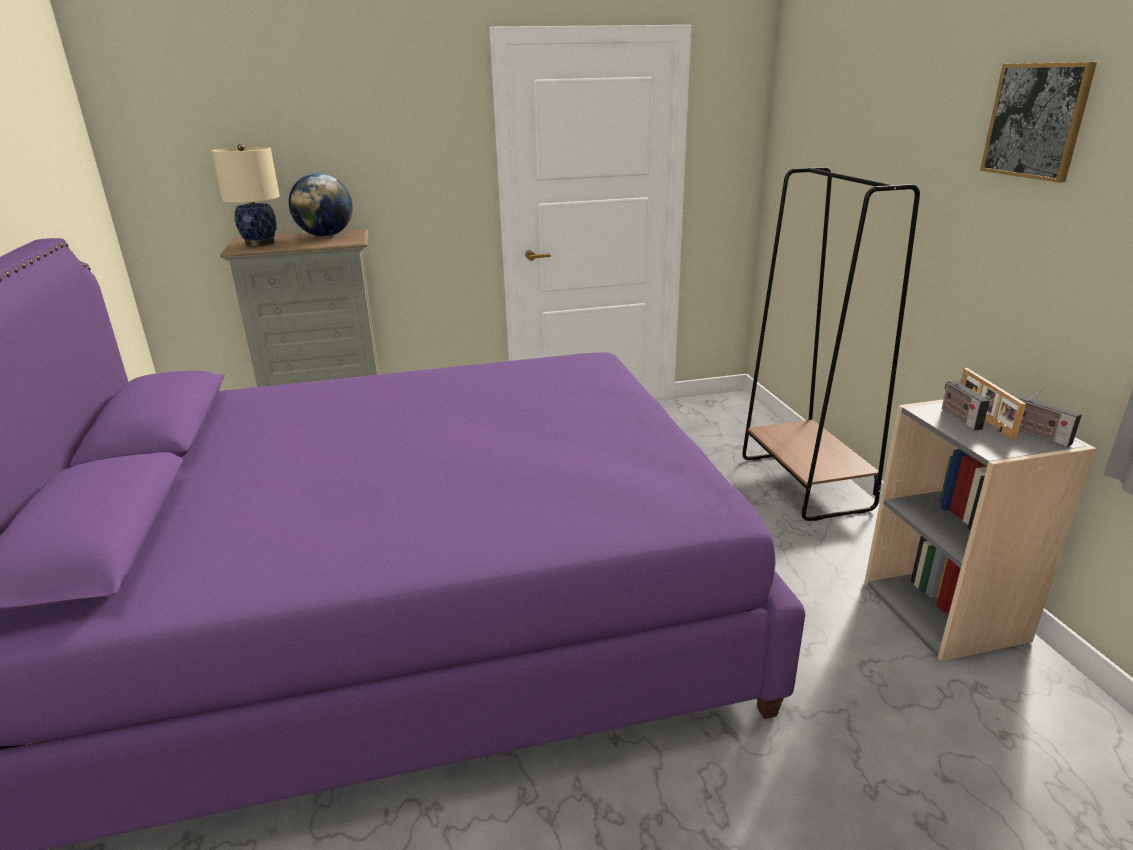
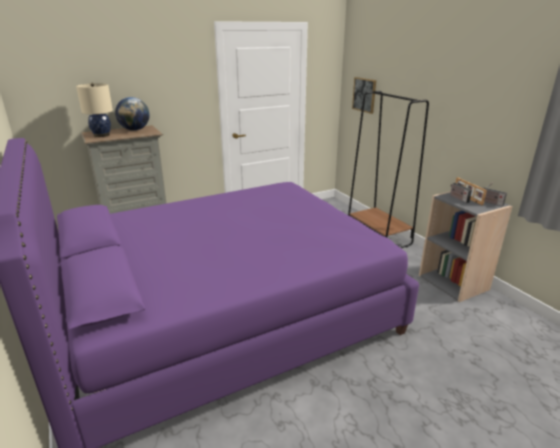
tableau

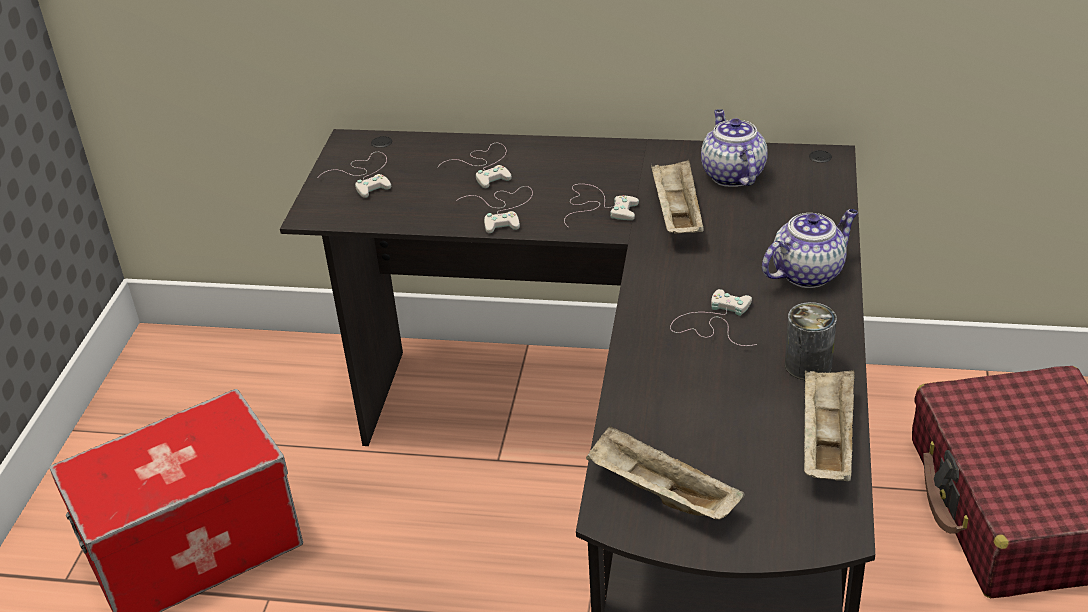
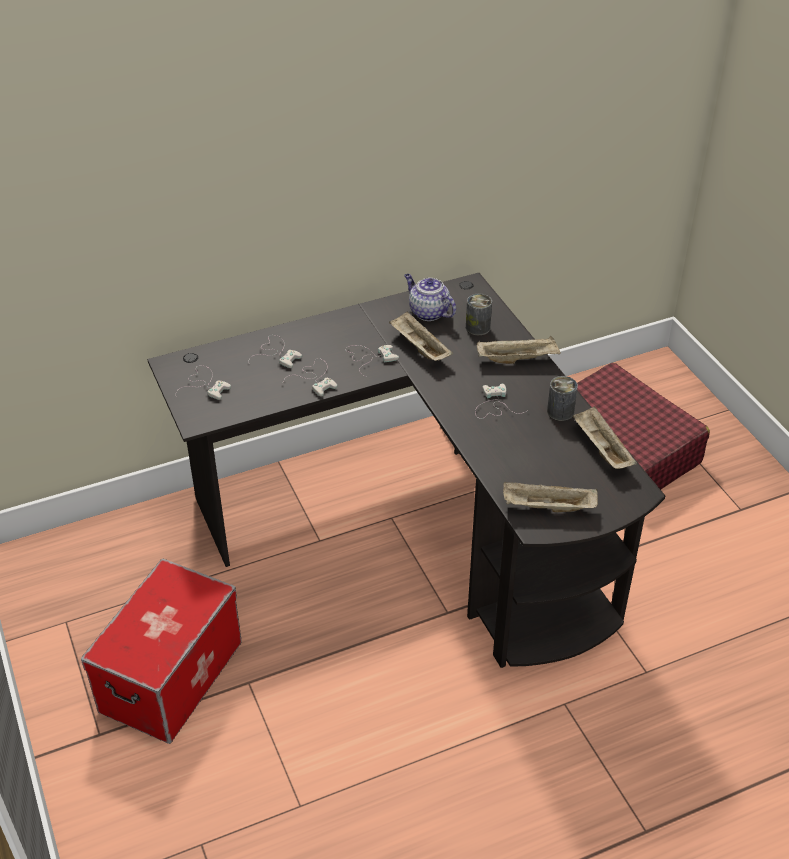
plateau [beige] (no. 2 from left); boîte métallique (no. 1 from left)

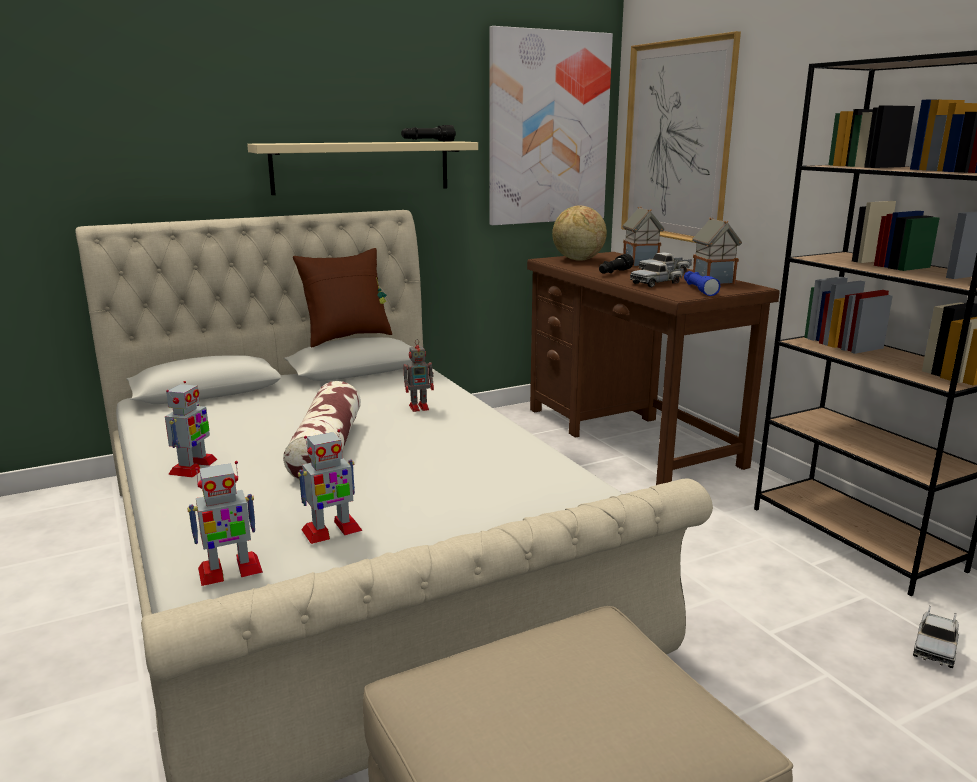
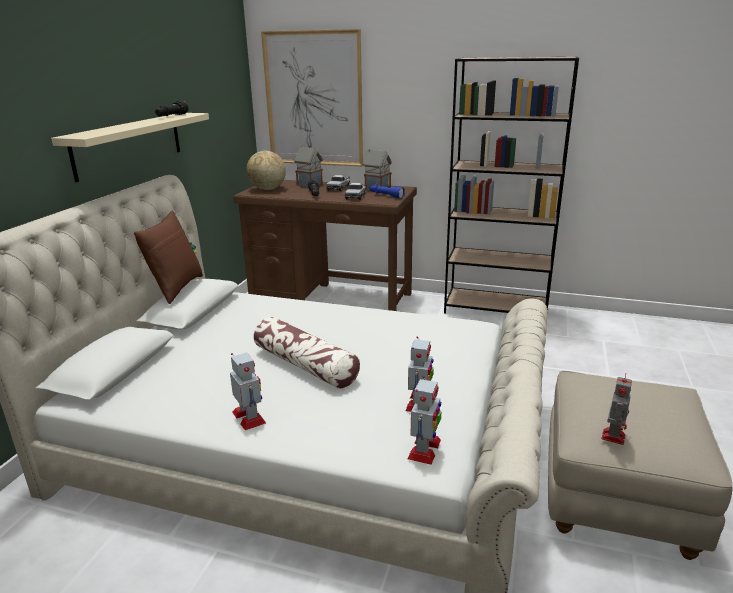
tableau (no. 1 from left in the first image); robot jouet (no. 4 from left); camion jouet (no. 3 from left in the first image)

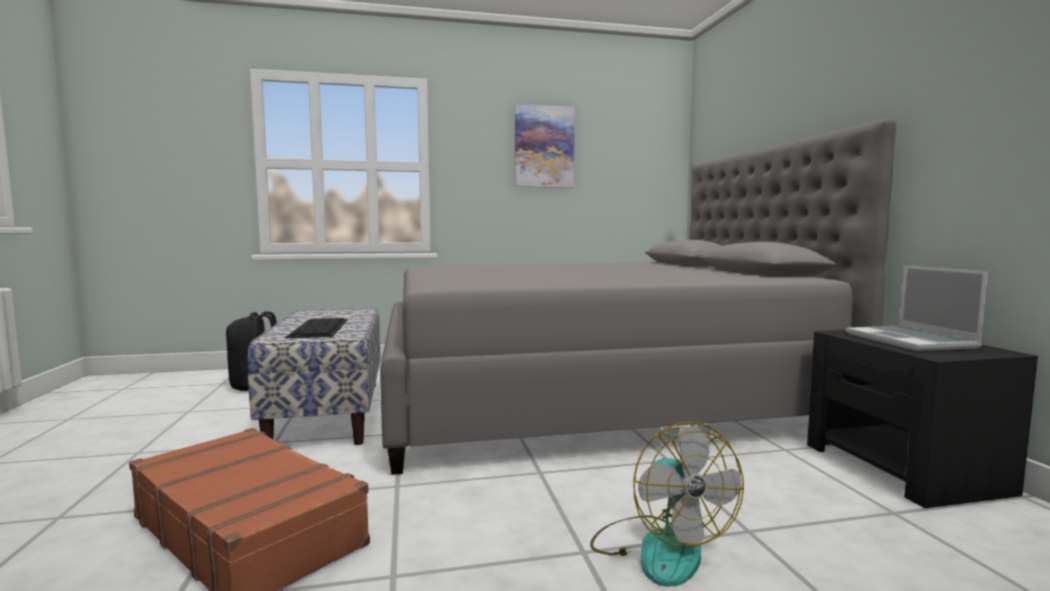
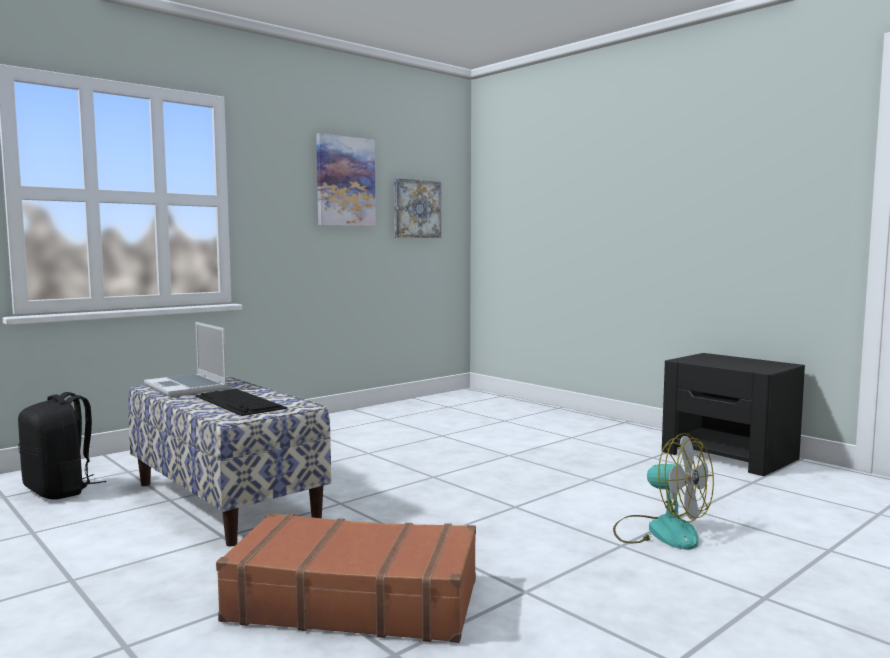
lit [gris]; ordinateur portable; tableau (no. 2 from left)

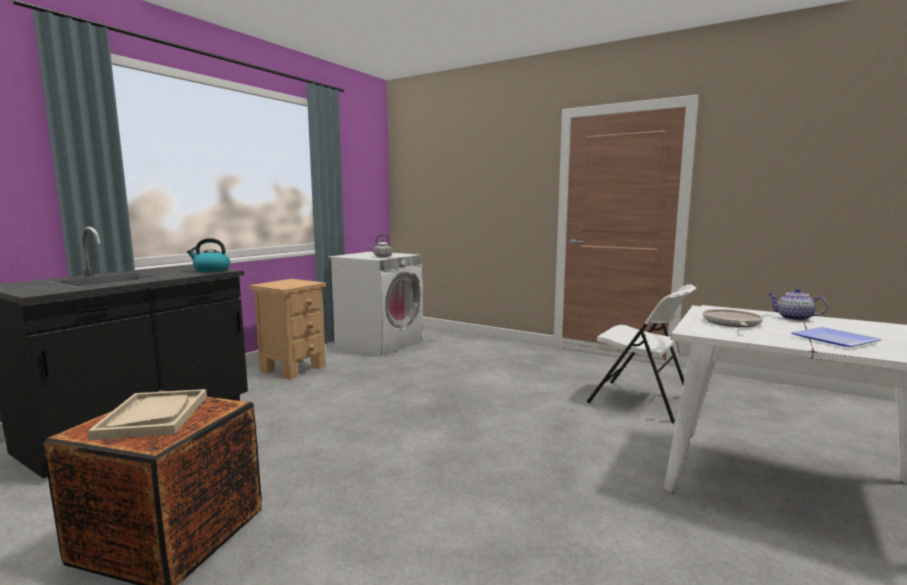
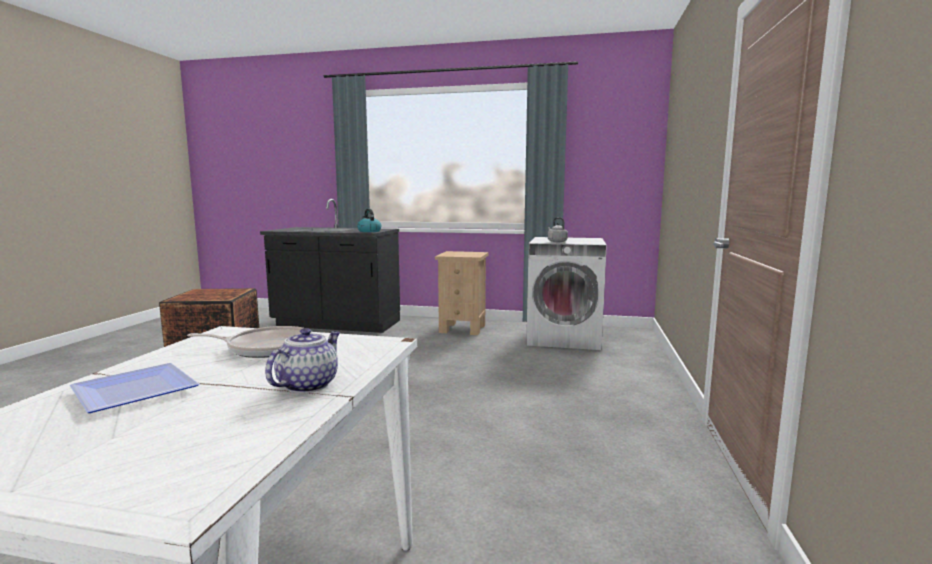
chaise [blanc]; plateau [beige]

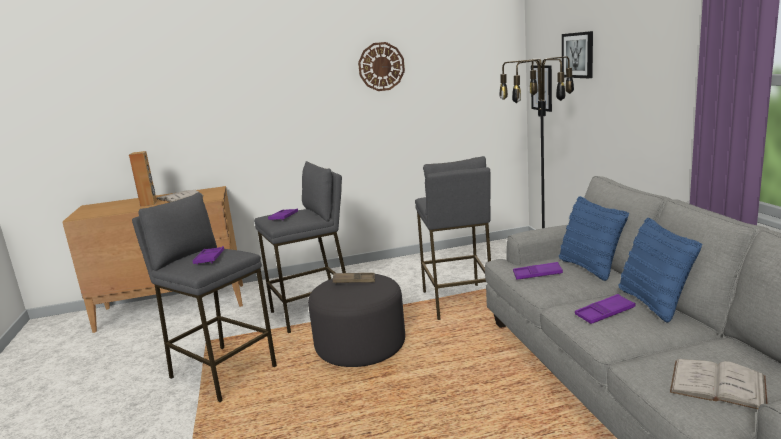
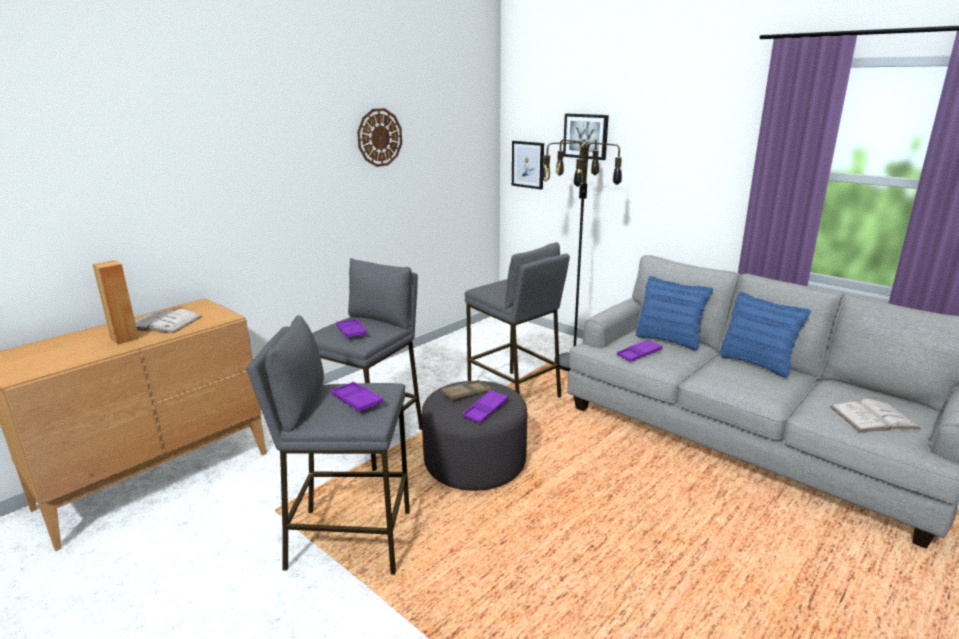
plateau [violet] (no. 3 from left)

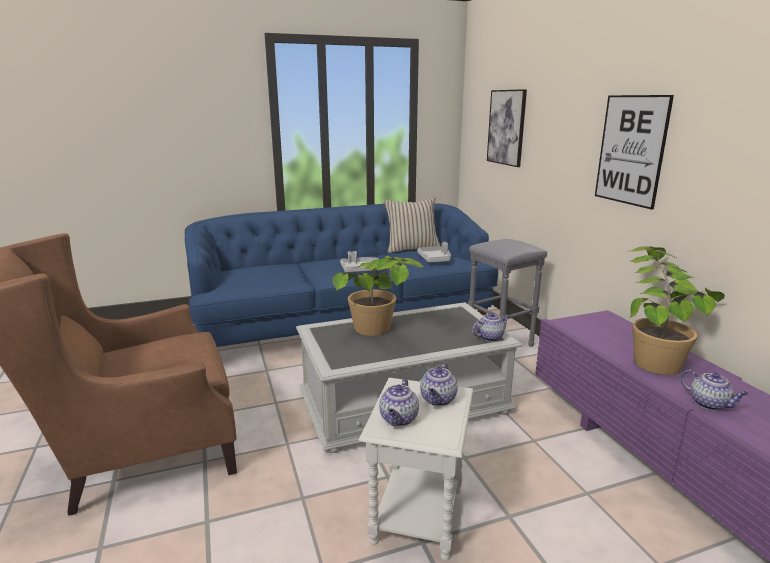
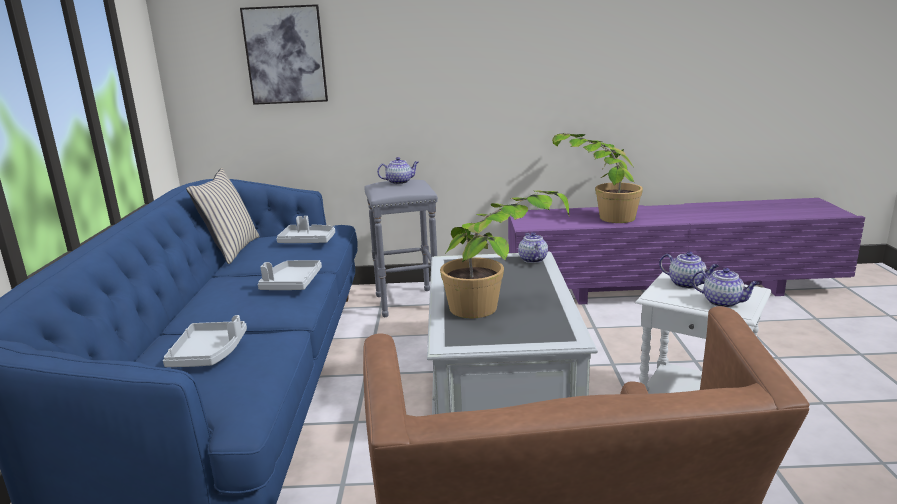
tableau (no. 2 from left in the first image); théière (no. 1 from left); plateau [gris] (no. 1 from left)

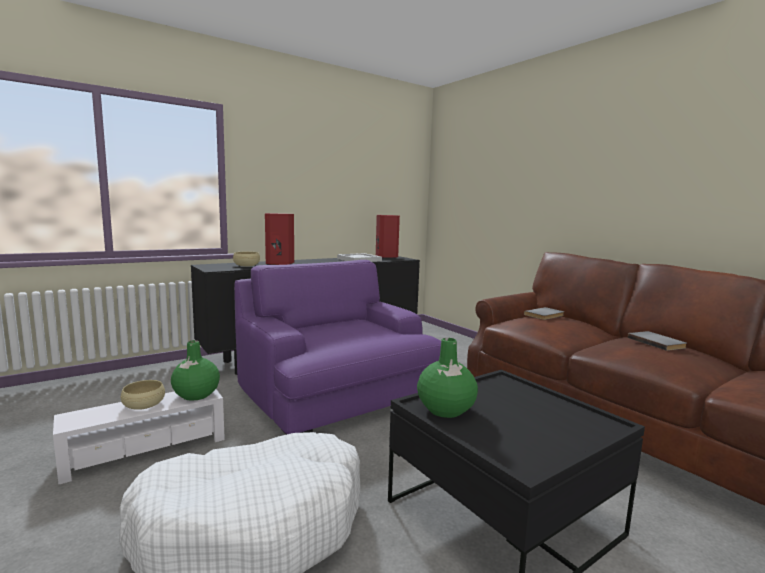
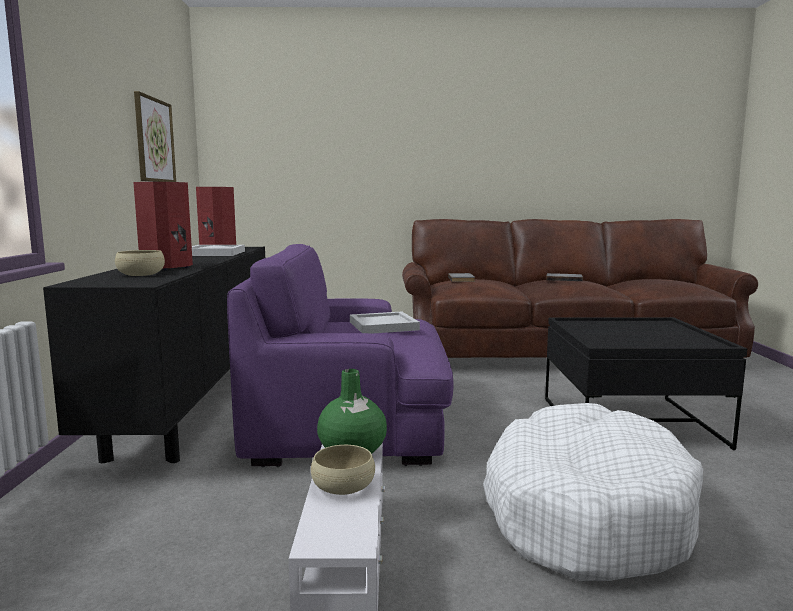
vase [vert] (no. 2 from left in the first image); tableau; plateau [blanc] (no. 2 from left)

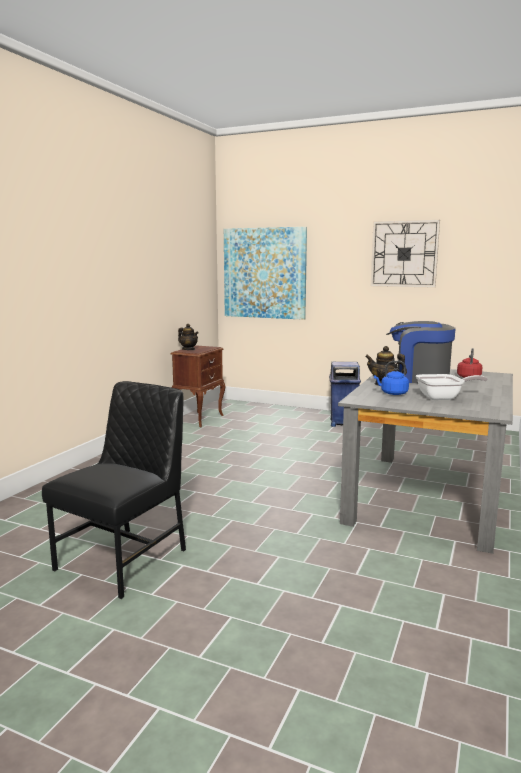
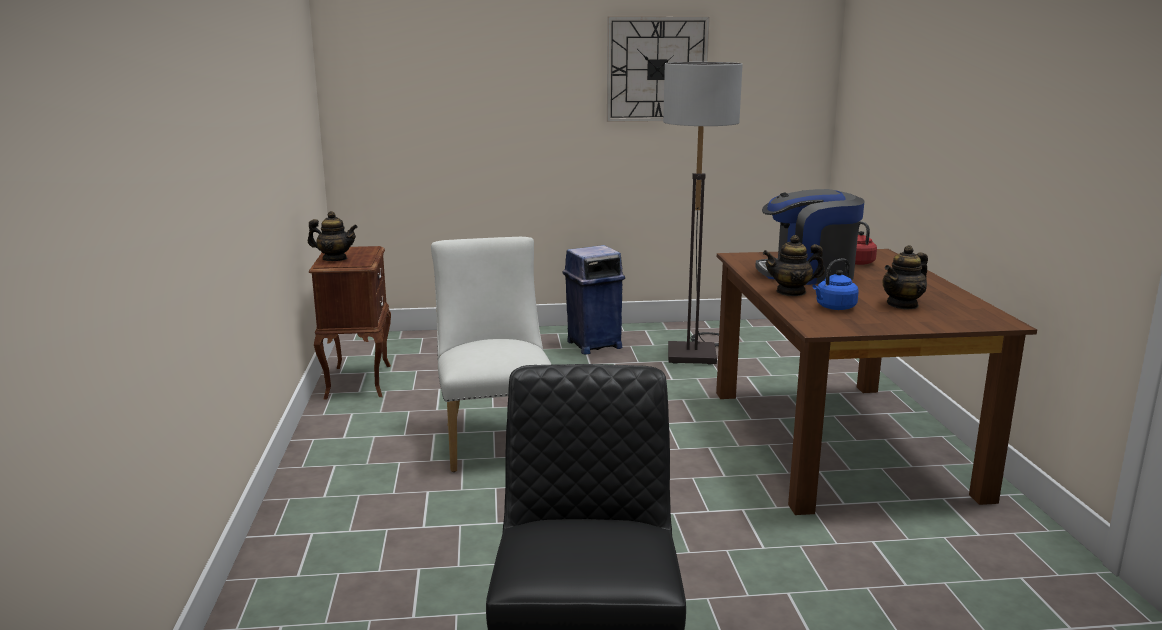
tableau; table à manger [marron]; théière (no. 3 from left); lampadaire; chaise [blanc]

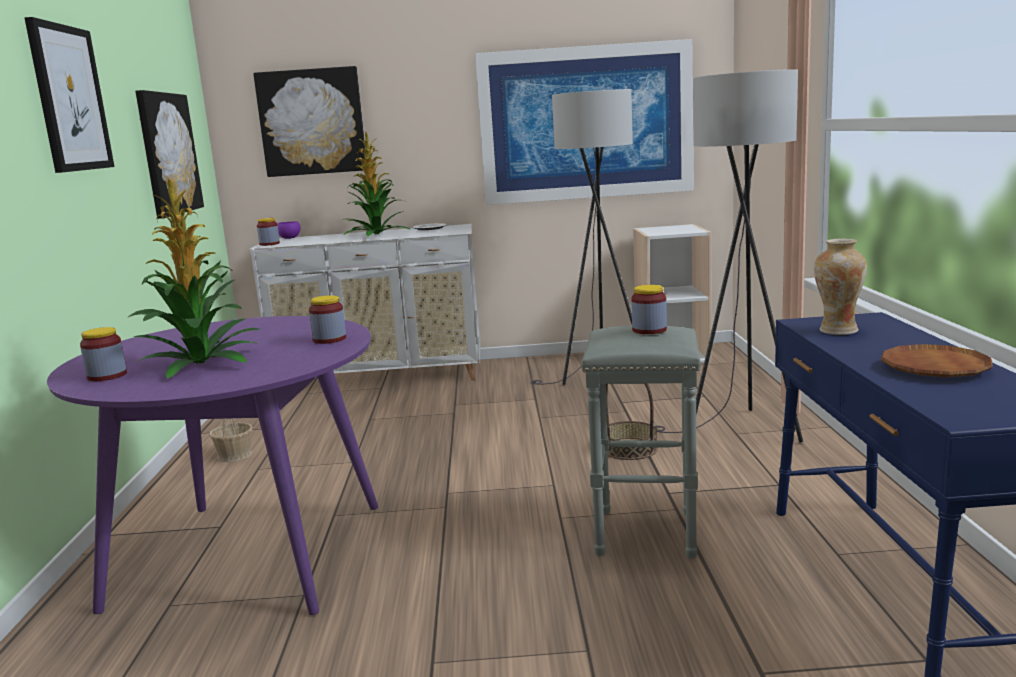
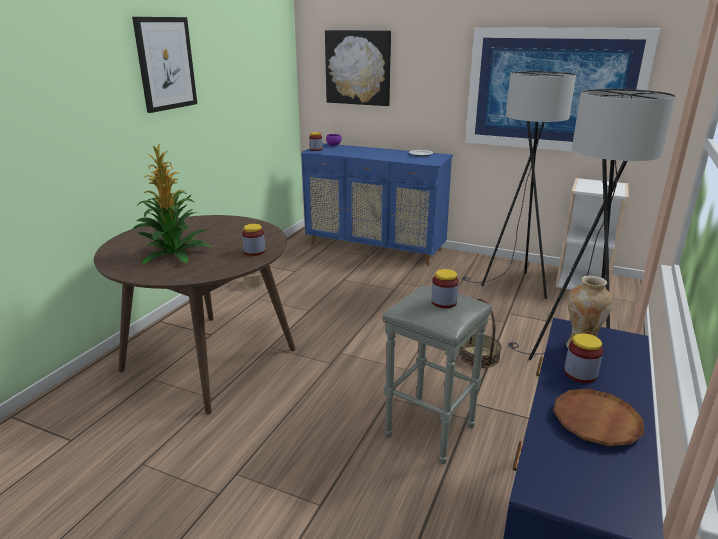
tableau (no. 2 from left in the first image); plante en pot (no. 2 from left in the first image); meuble de rangement [bleu]; table à manger [marron]; bocal (no. 4 from left)

